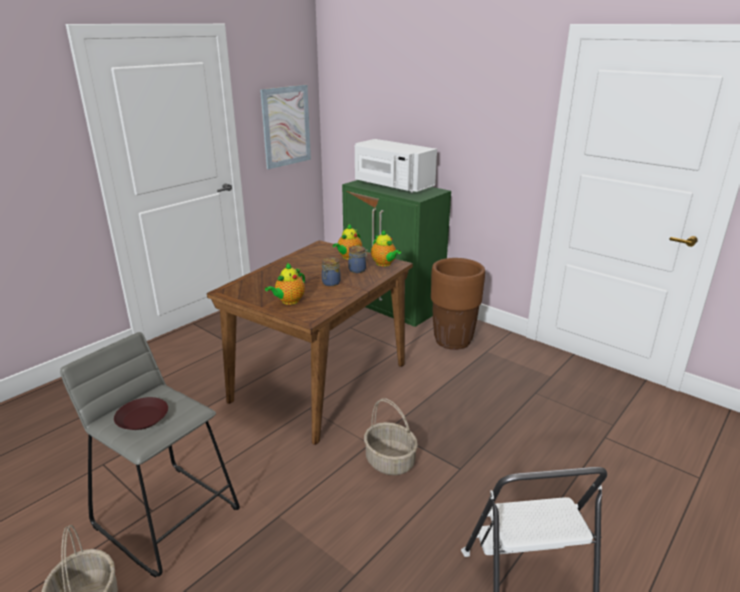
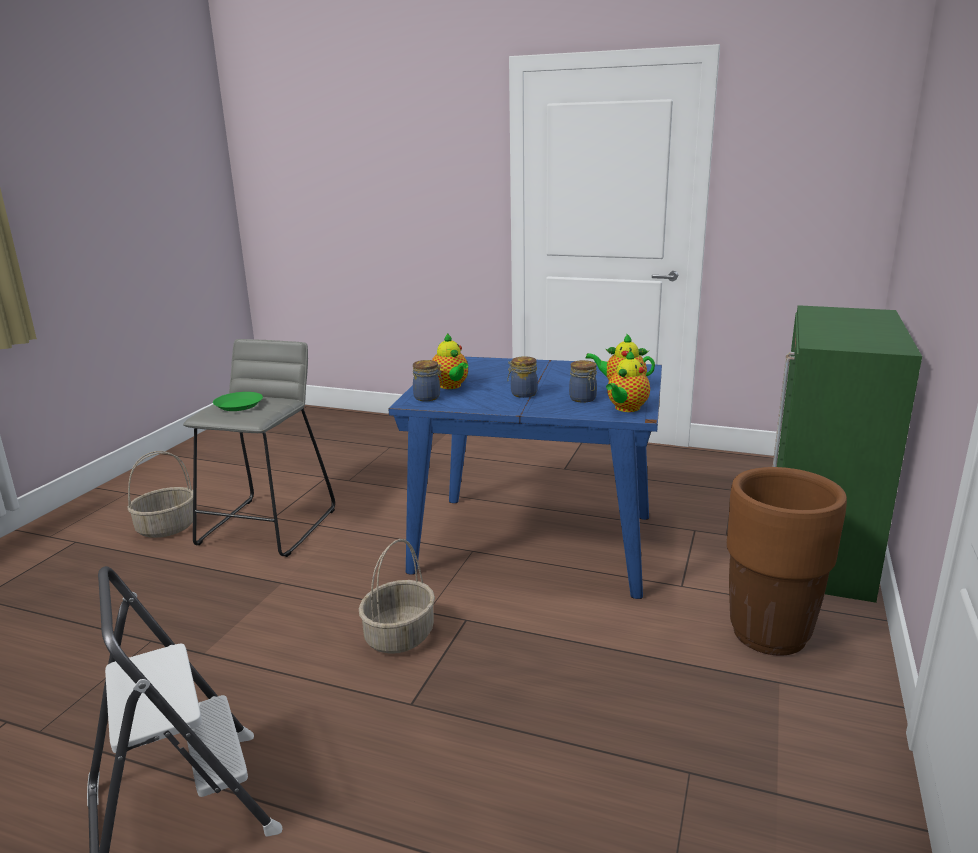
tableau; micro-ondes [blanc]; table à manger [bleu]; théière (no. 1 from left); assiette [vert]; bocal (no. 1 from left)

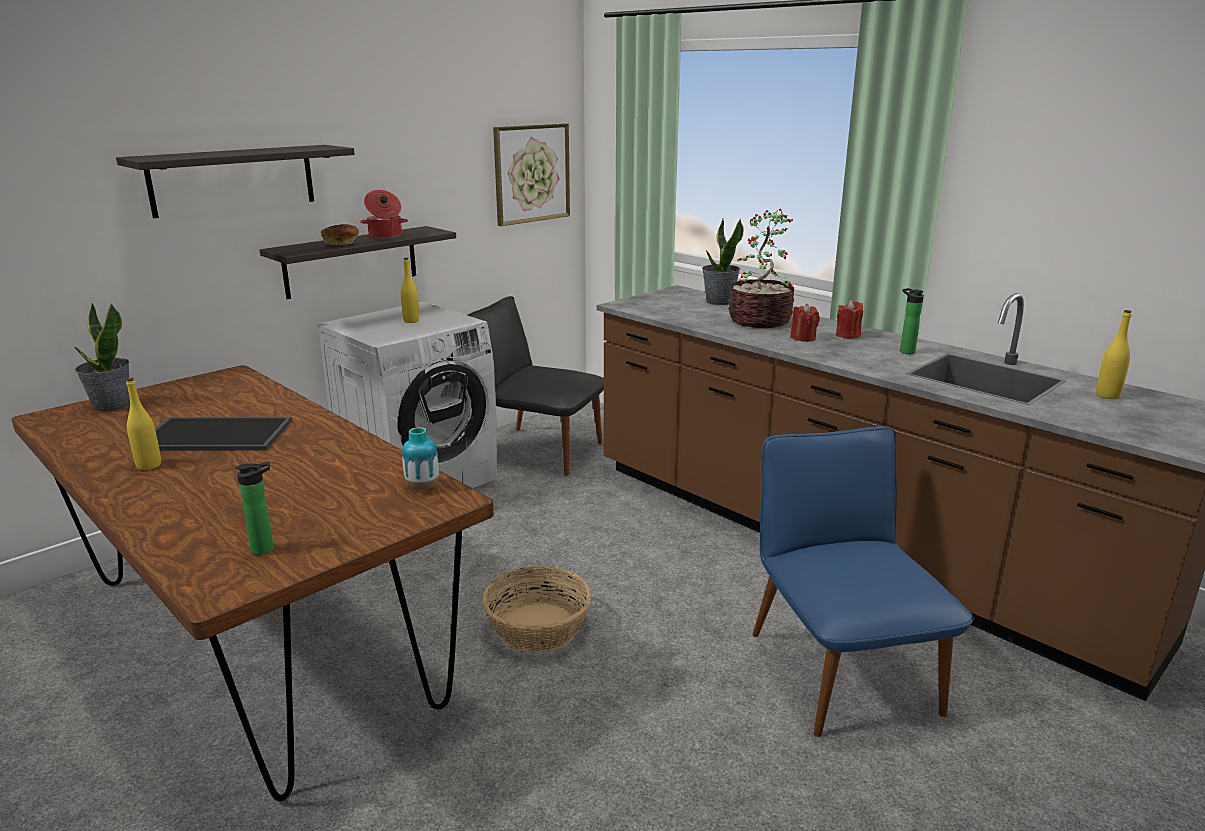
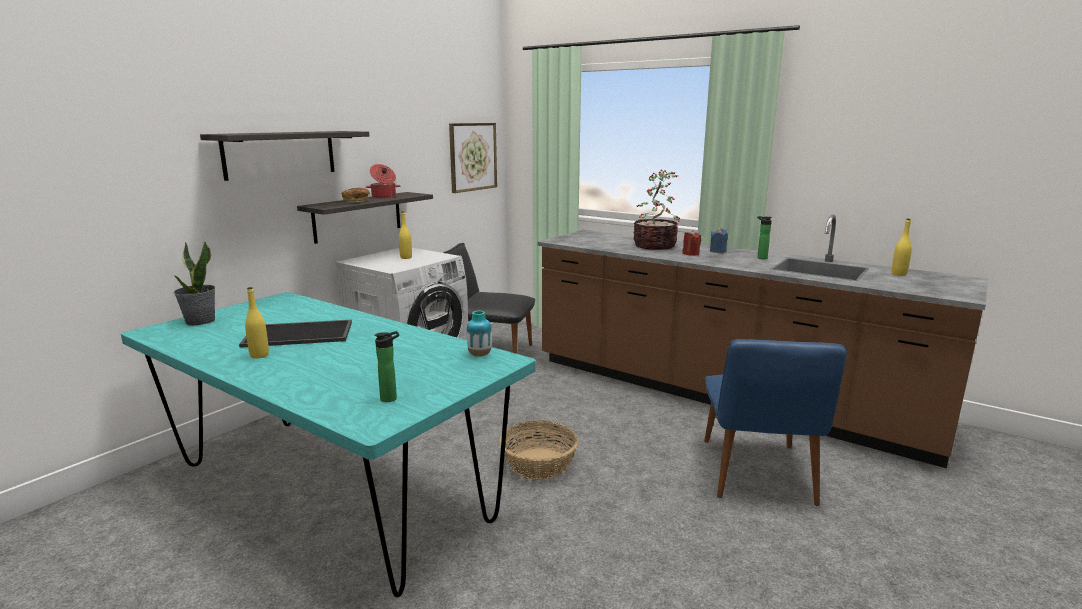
plante en pot (no. 2 from left in the first image); bougie [bleu]; table à manger [turquoise]; chaise [bleu]

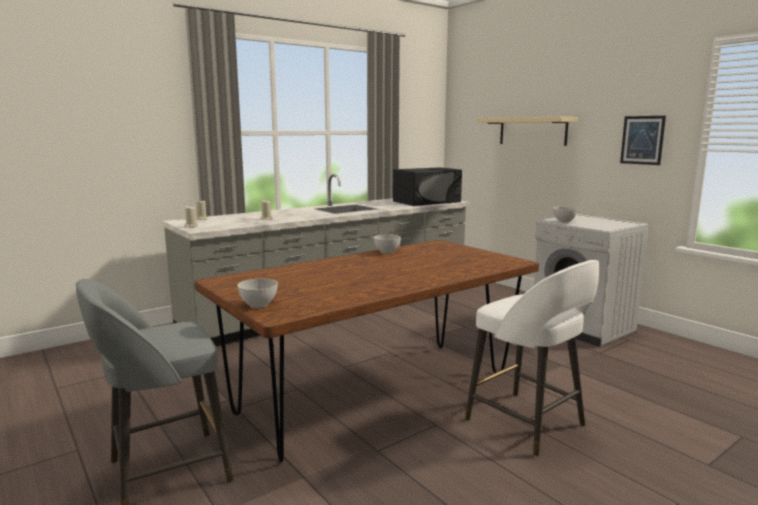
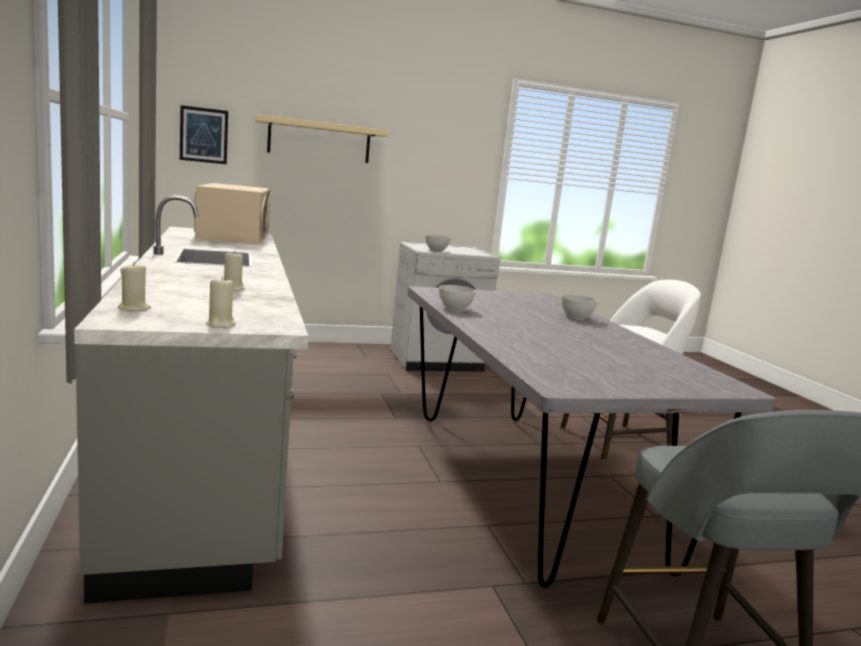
tableau; micro-ondes [beige]; table à manger [gris]; bol [gris] (no. 3 from left)

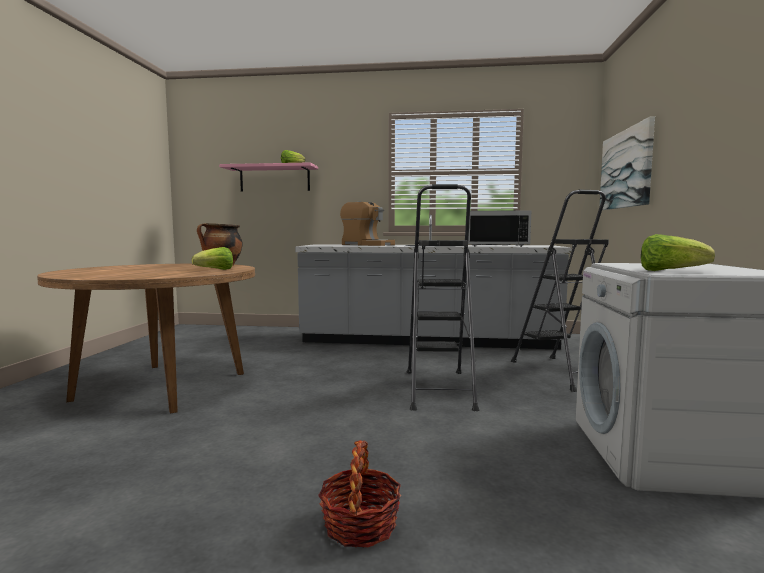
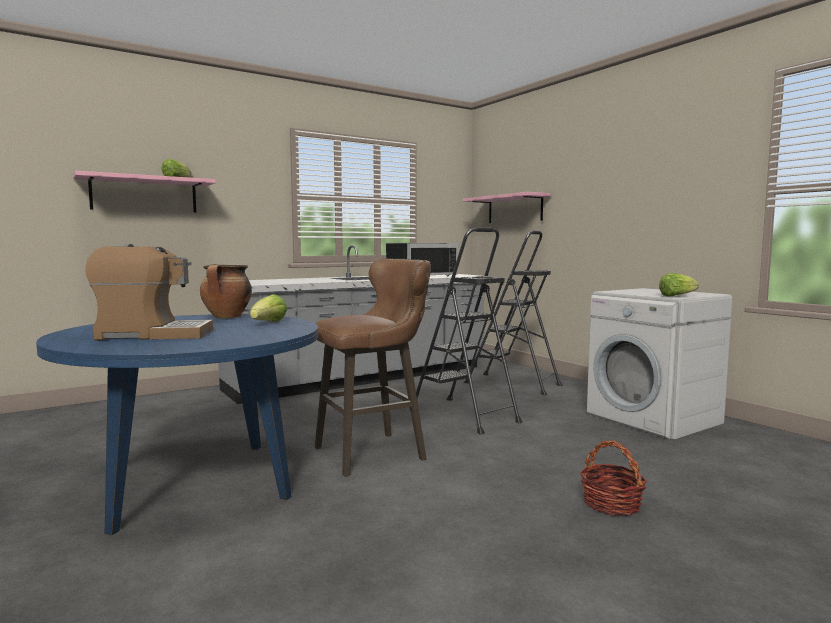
étagère [rose] (no. 2 from left); machine à café; table à manger [bleu]; tabouret [marron]

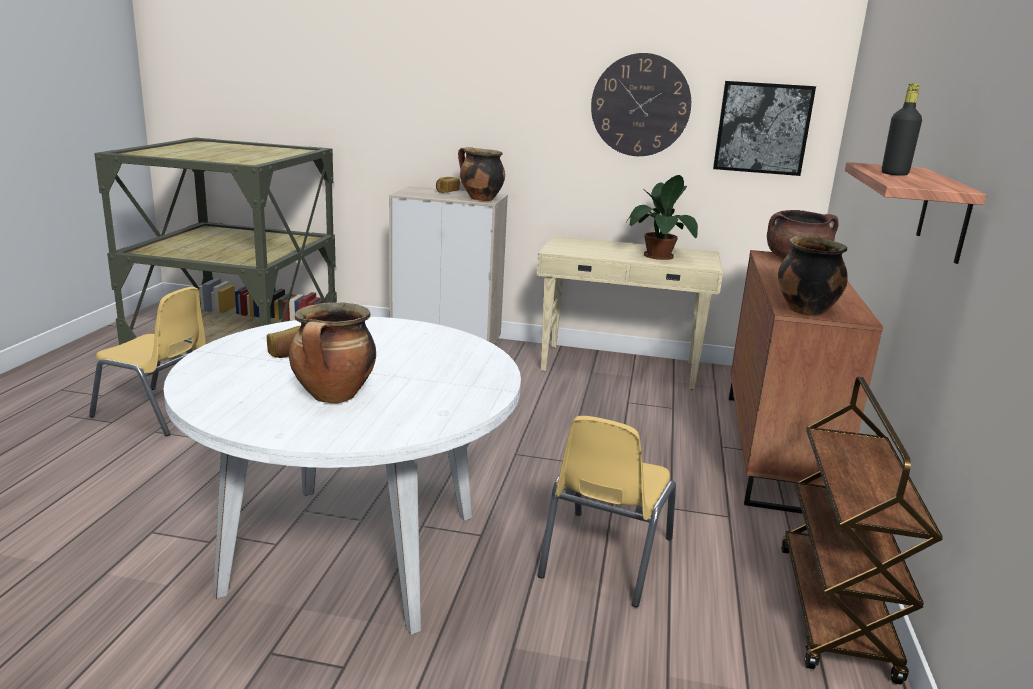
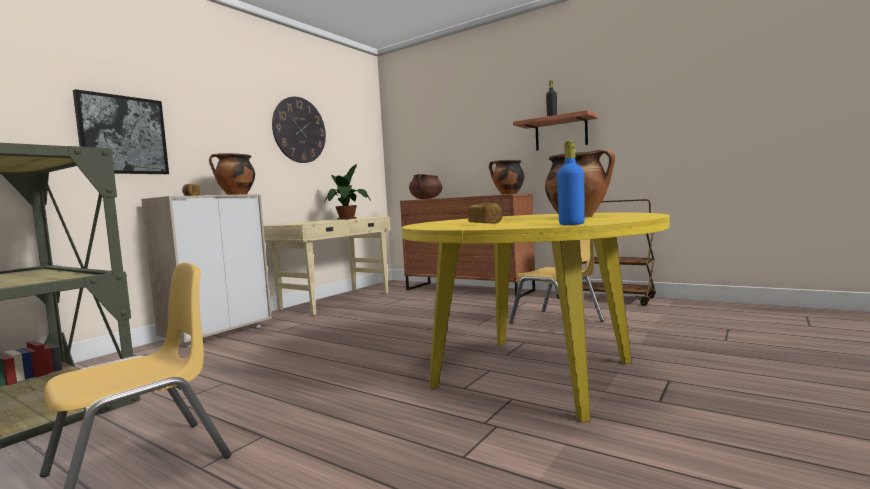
tableau; table à manger [jaune]; bouteille [bleu]

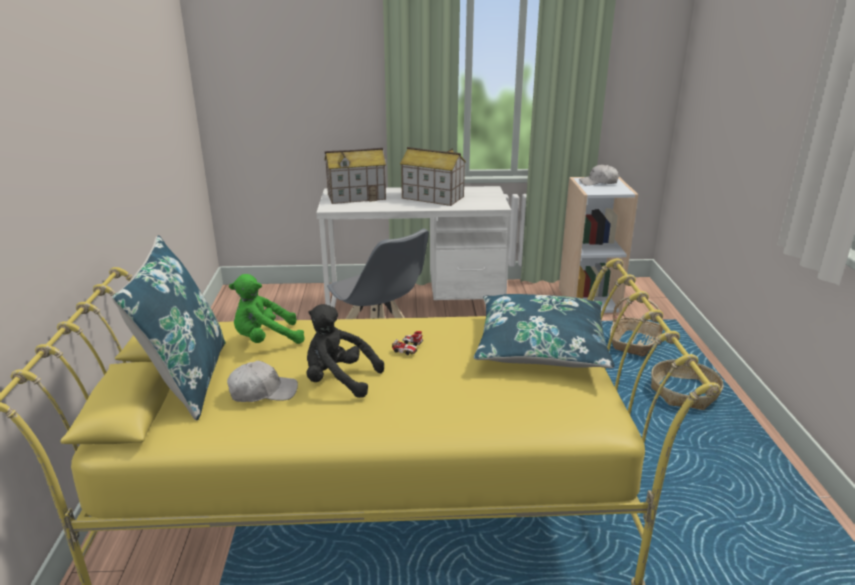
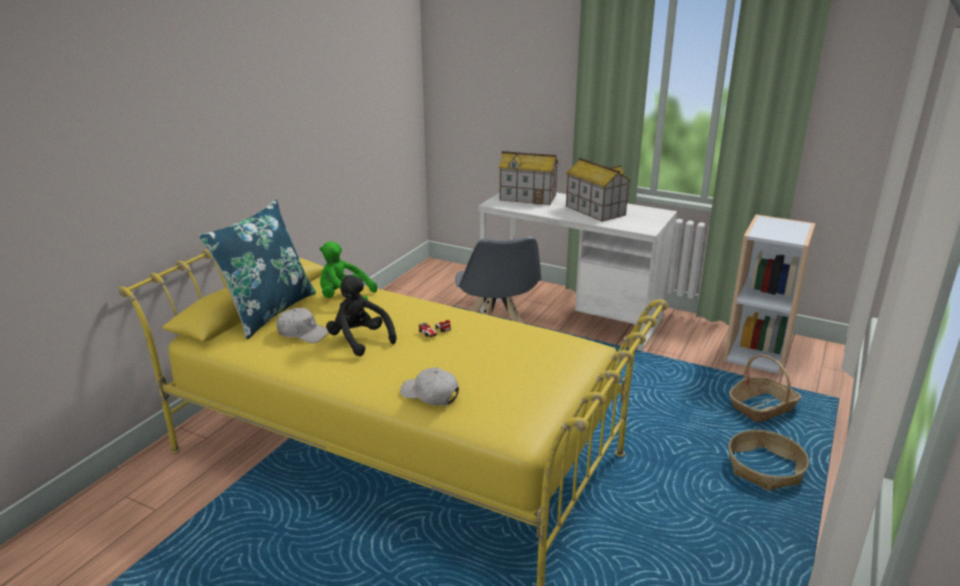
casquette [blanc] (no. 2 from left); coussin [bleu] (no. 2 from left in the first image)

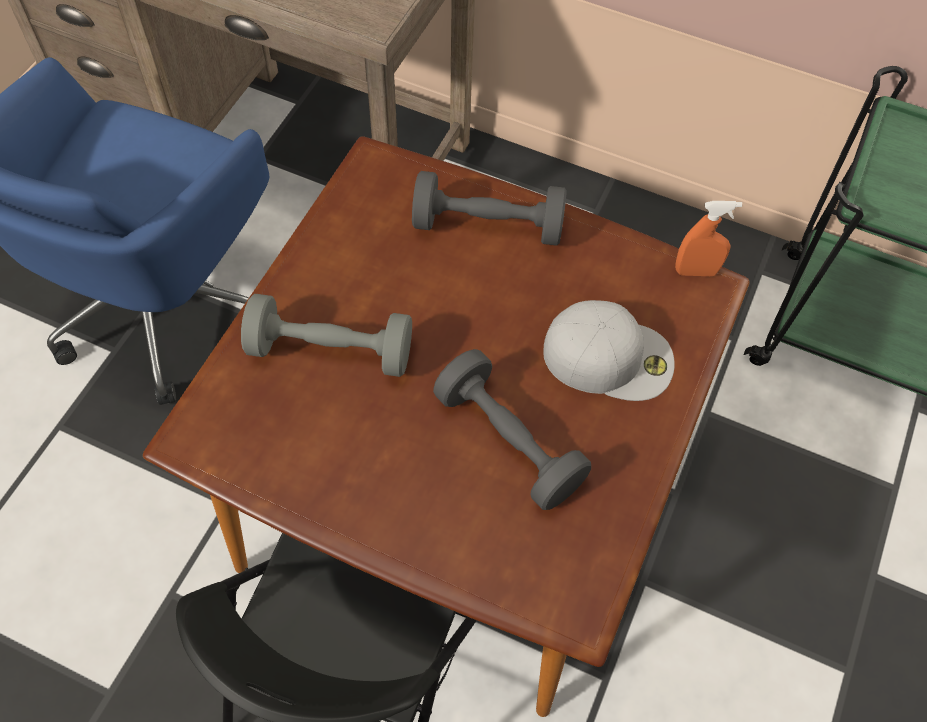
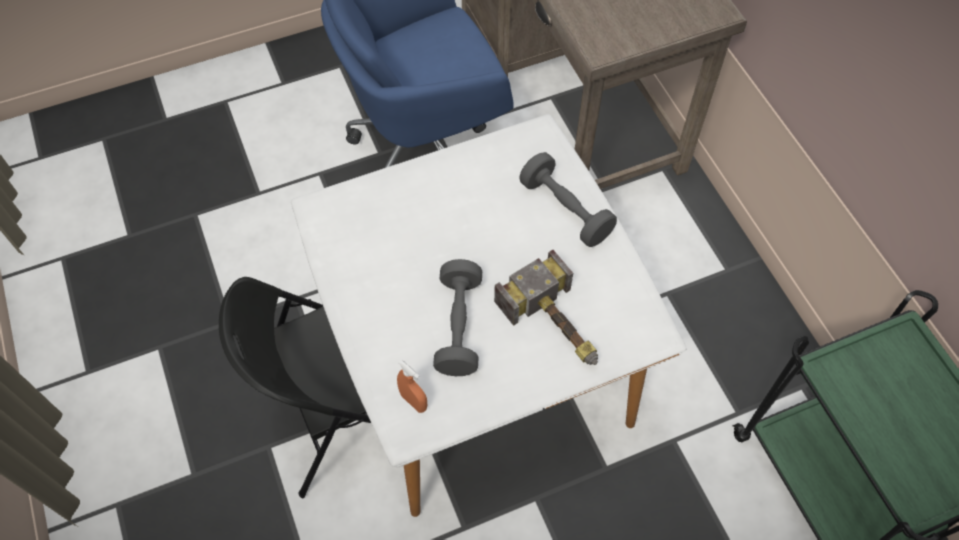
table à manger [blanc]; vaporisateur [orange]; haltère [gris] (no. 1 from left in the first image); marteau

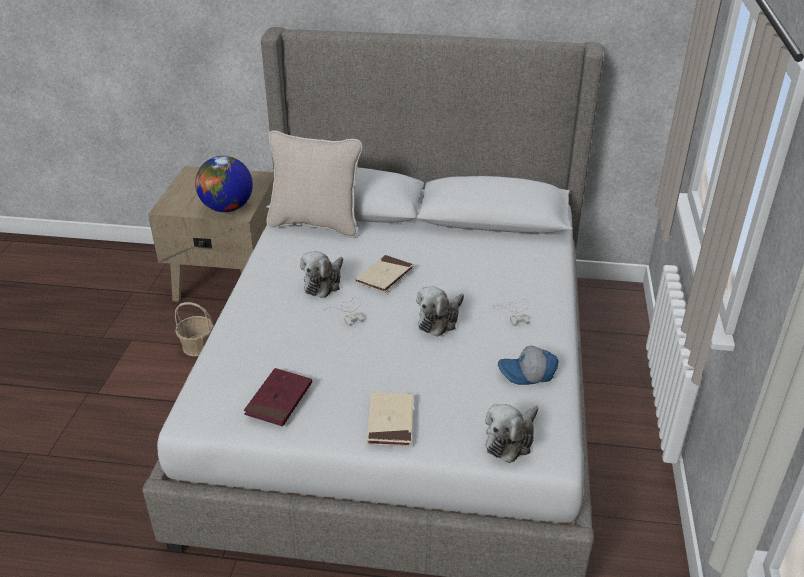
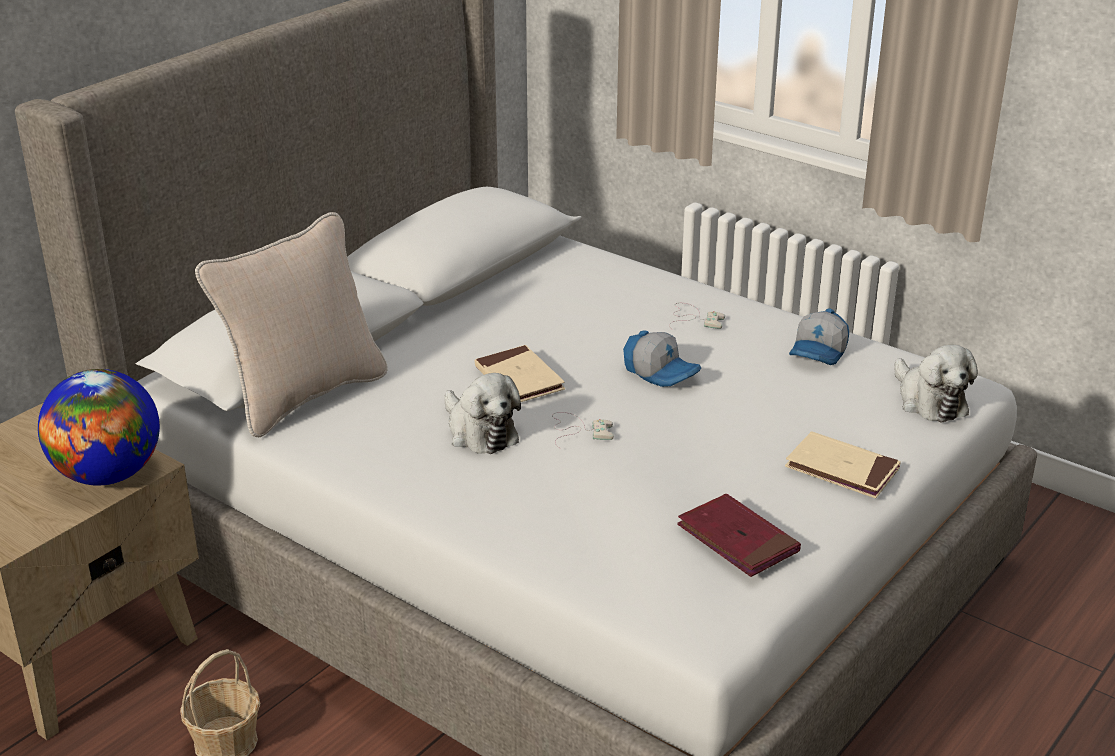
casquette (no. 1 from left)

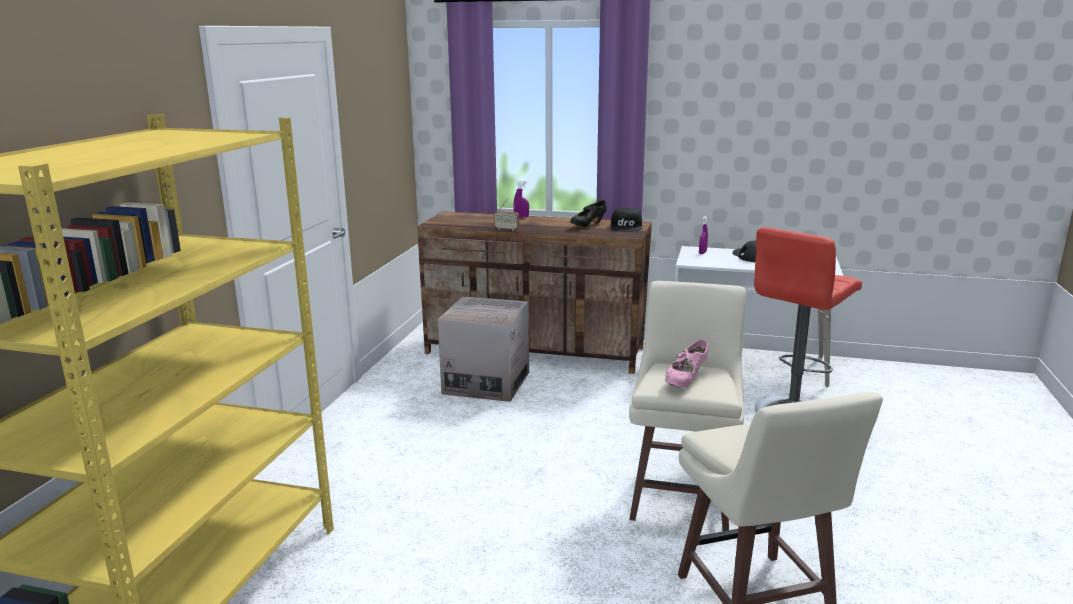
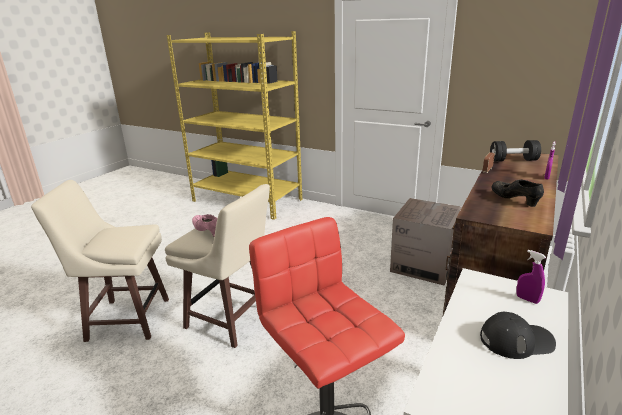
casquette [noir] (no. 1 from left in the first image); haltère [noir]

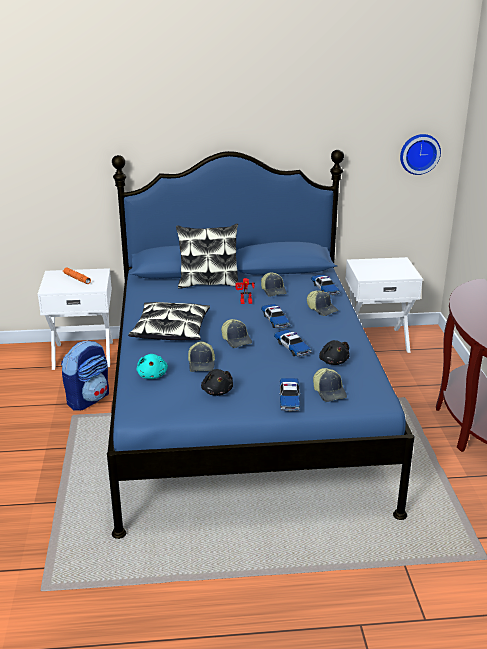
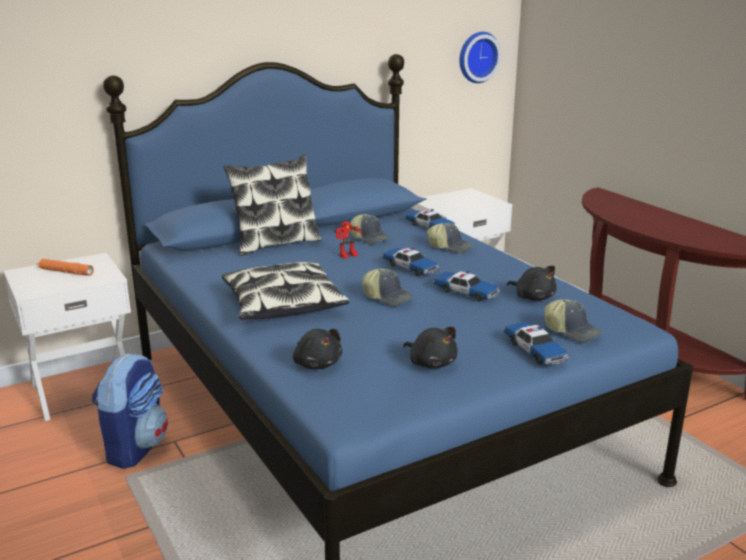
casquette (no. 1 from left in the first image); peluche [noir] (no. 1 from left)

